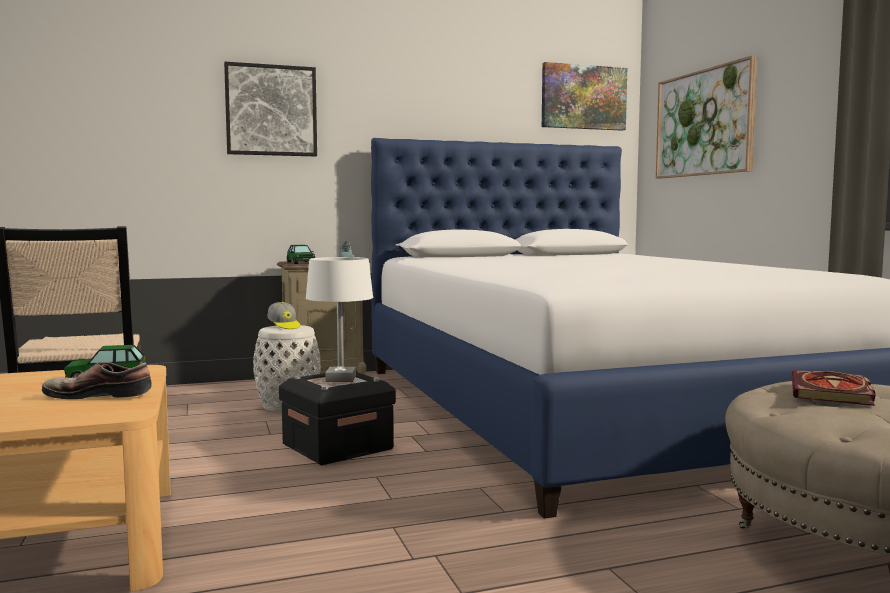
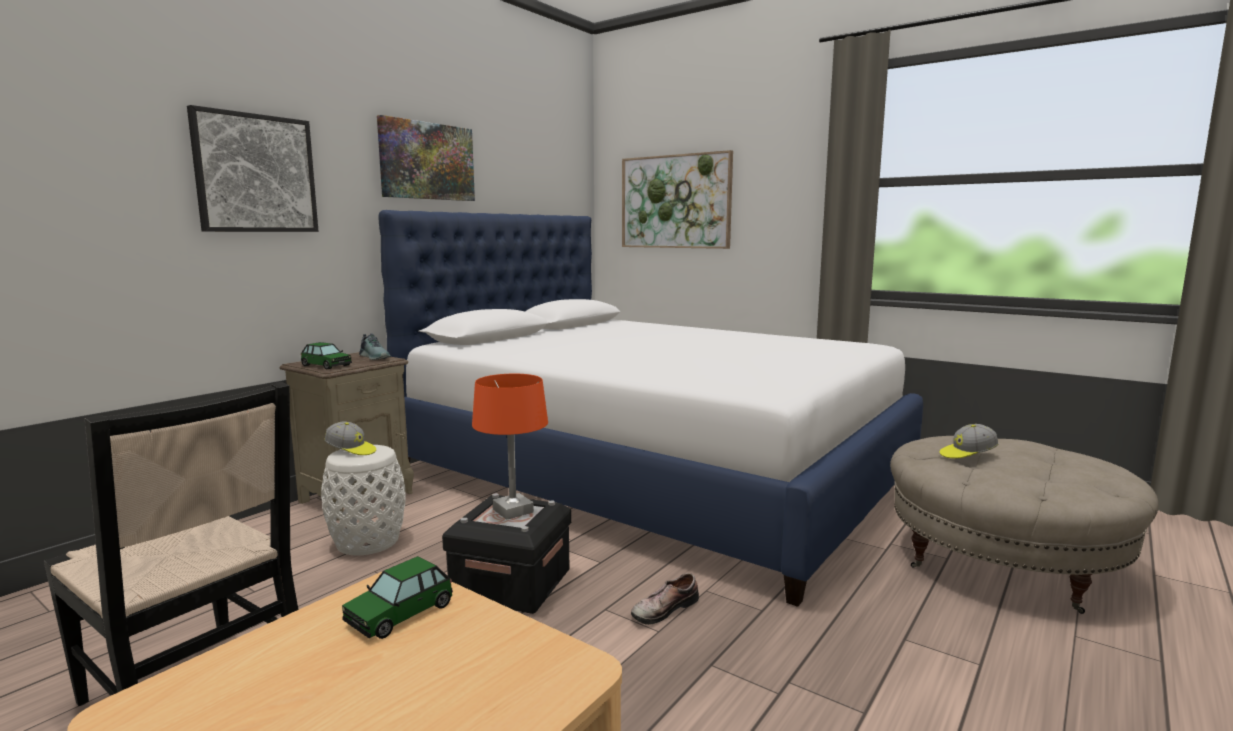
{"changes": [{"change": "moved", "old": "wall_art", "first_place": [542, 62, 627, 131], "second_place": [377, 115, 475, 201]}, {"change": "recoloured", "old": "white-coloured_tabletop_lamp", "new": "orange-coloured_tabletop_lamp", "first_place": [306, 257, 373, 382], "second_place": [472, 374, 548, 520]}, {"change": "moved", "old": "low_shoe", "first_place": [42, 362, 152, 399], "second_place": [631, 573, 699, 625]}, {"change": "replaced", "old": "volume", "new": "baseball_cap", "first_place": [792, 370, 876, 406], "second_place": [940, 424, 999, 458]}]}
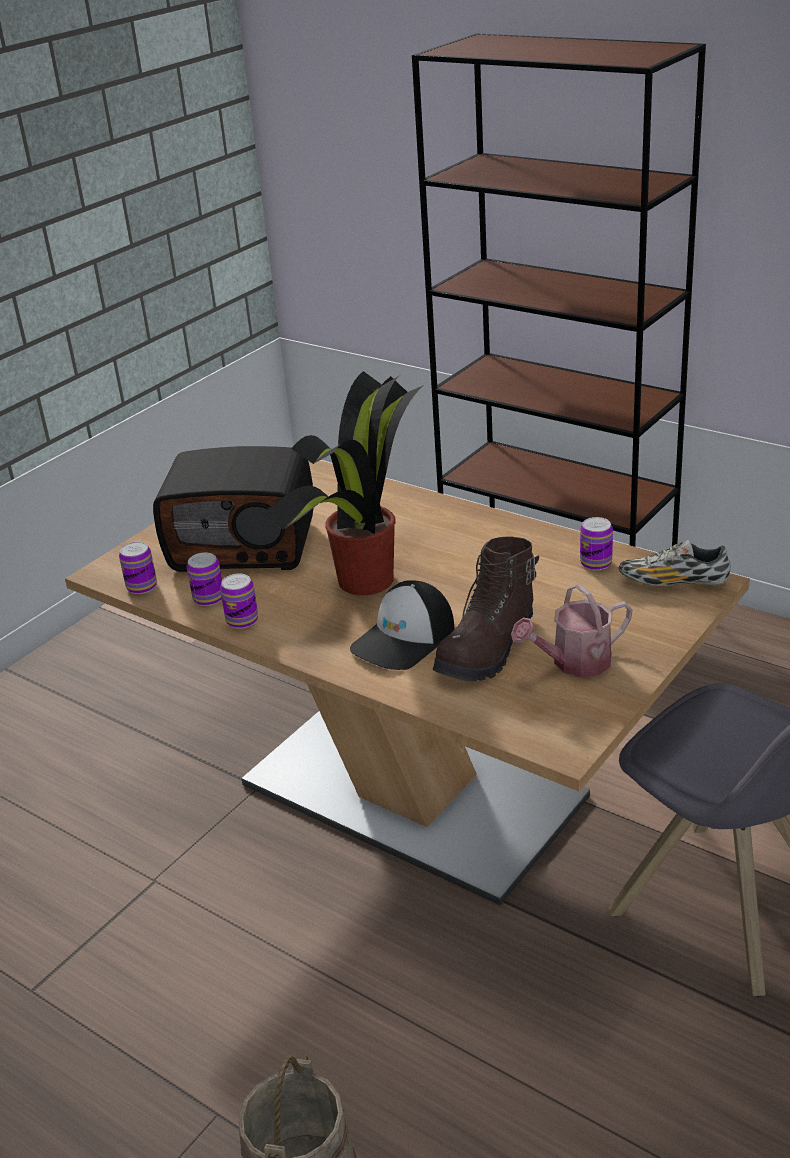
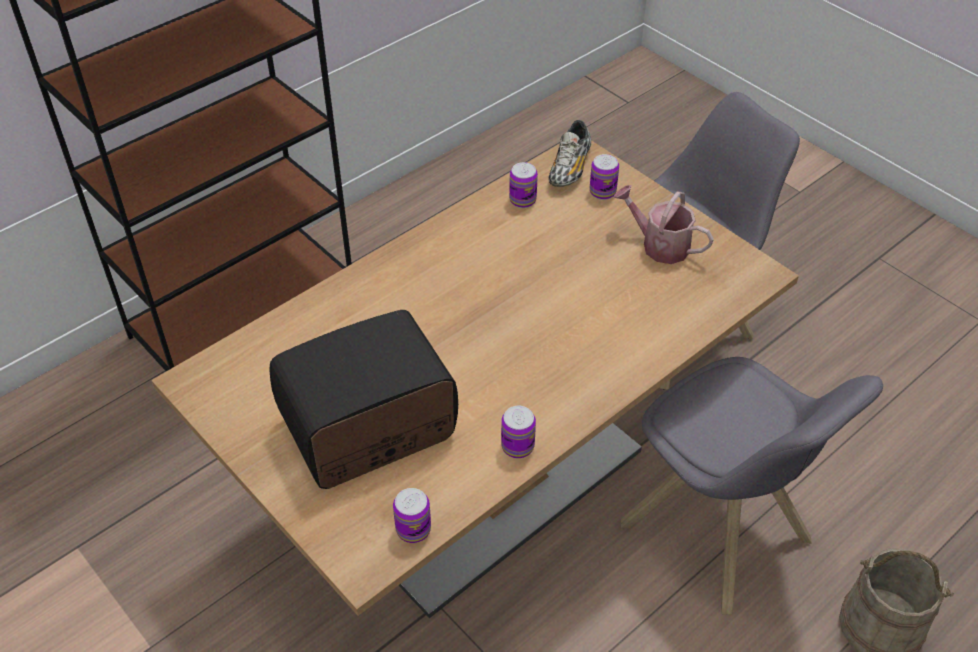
{"changes": [{"change": "removed", "old": "houseplant", "first_place": [262, 371, 424, 595]}, {"change": "turned", "old": "radio_set", "first_place": [153, 446, 313, 572], "second_place": [270, 310, 458, 489], "degrees": -135}, {"change": "removed", "old": "brown_high-top_boot", "first_place": [433, 537, 539, 682]}, {"change": "moved", "old": "can", "first_place": [187, 553, 222, 606], "second_place": [590, 154, 619, 200]}, {"change": "removed", "old": "baseball_cap", "first_place": [350, 580, 454, 670]}, {"change": "turned", "old": "sprinkling_can", "first_place": [511, 584, 633, 677], "second_place": [613, 185, 714, 264], "degrees": 135}, {"change": "added", "new": "grey_chair", "second_place": [621, 357, 883, 615]}]}
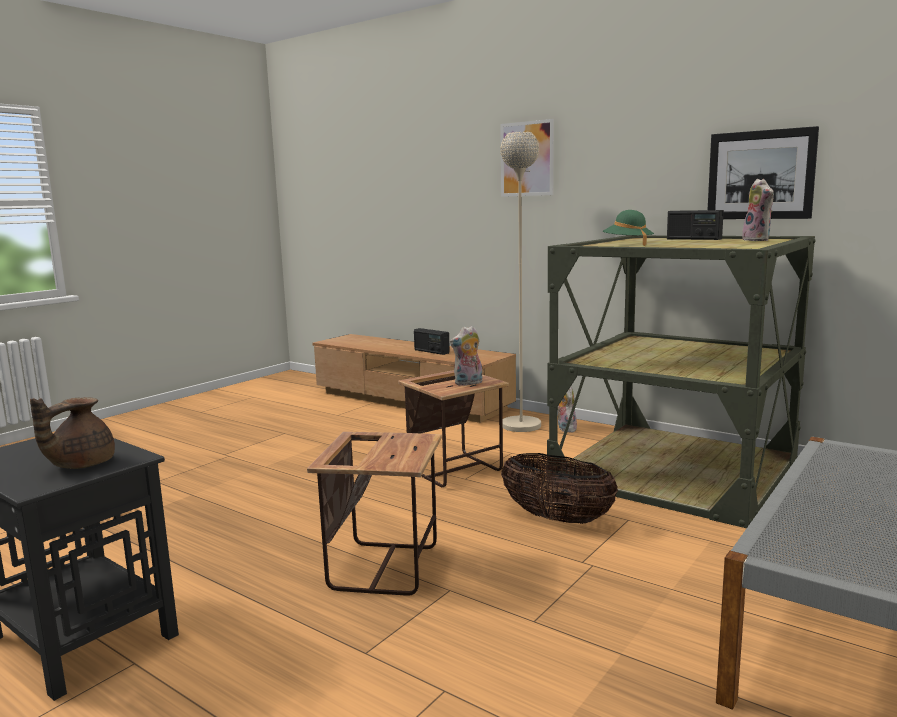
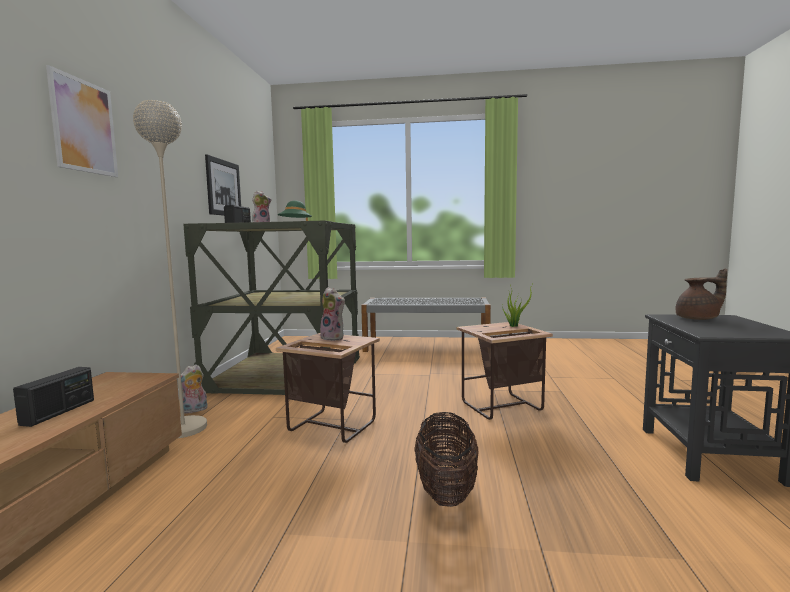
{"changes": [{"change": "moved", "old": "storage_basket", "first_place": [501, 453, 618, 524], "second_place": [414, 412, 479, 507]}, {"change": "added", "new": "houseplant", "second_place": [502, 280, 536, 327]}]}
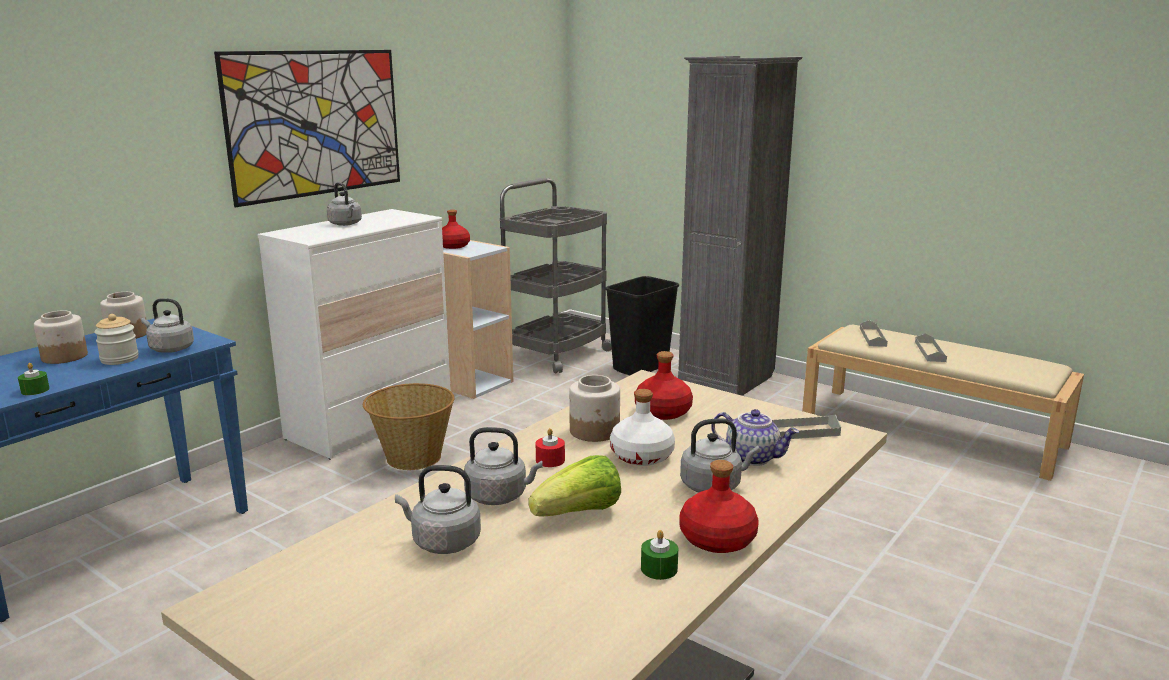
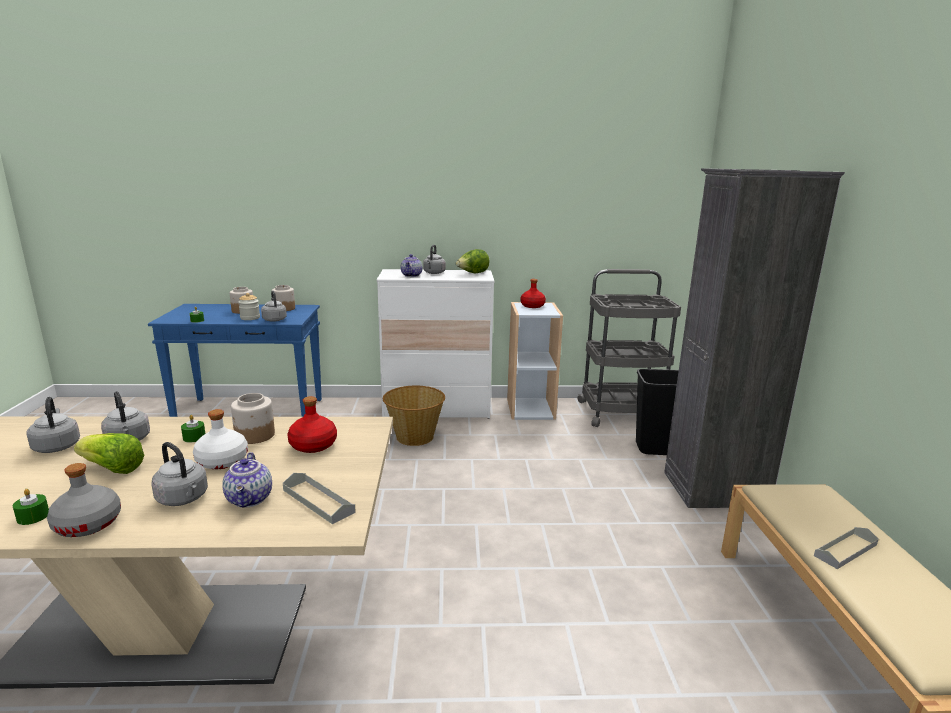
{"changes": [{"change": "removed", "old": "wall_art", "first_place": [214, 50, 400, 207]}, {"change": "removed", "old": "grey_serving_tray", "first_place": [860, 320, 888, 347]}, {"change": "recoloured", "old": "red-coloured_wax_light", "new": "green-coloured_wax_light", "first_place": [536, 428, 565, 467], "second_place": [181, 415, 205, 442]}, {"change": "recoloured", "old": "red-coloured_bottle", "new": "grey_bottle", "first_place": [680, 460, 759, 553], "second_place": [47, 463, 121, 537]}, {"change": "added", "new": "head_of_lettuce", "second_place": [456, 249, 490, 273]}, {"change": "added", "new": "pot_for_tea", "second_place": [401, 254, 422, 277]}]}
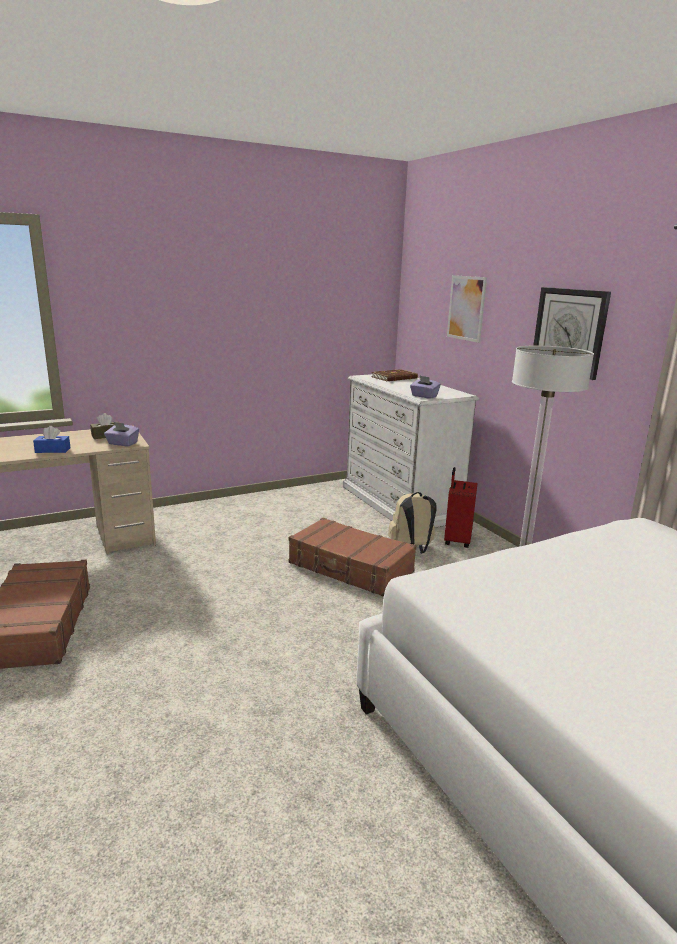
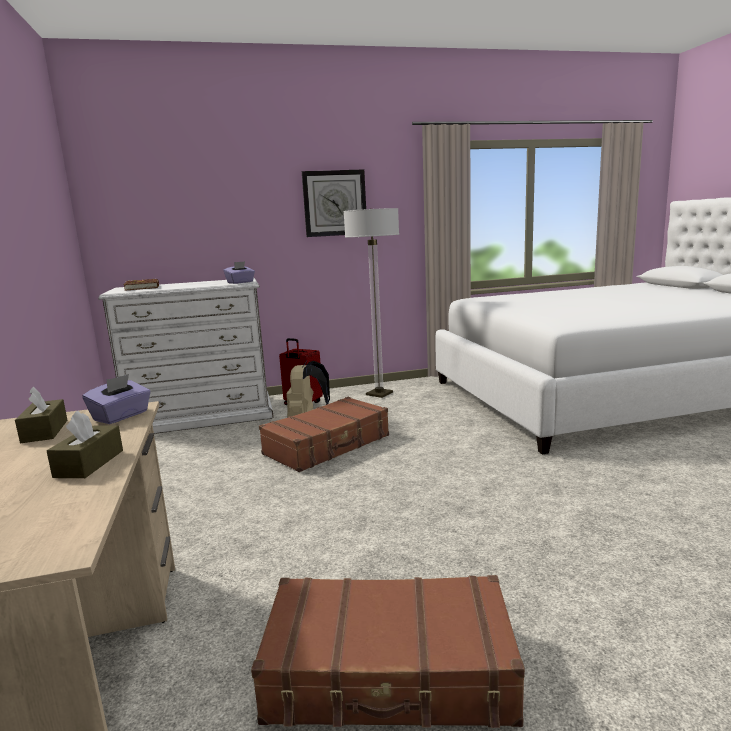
{"changes": [{"change": "removed", "old": "wall_art", "first_place": [447, 275, 487, 343]}, {"change": "recoloured", "old": "blue-coloured_box_of_tissues", "new": "brown_box_of_tissues", "first_place": [33, 426, 71, 453], "second_place": [47, 411, 123, 478]}]}
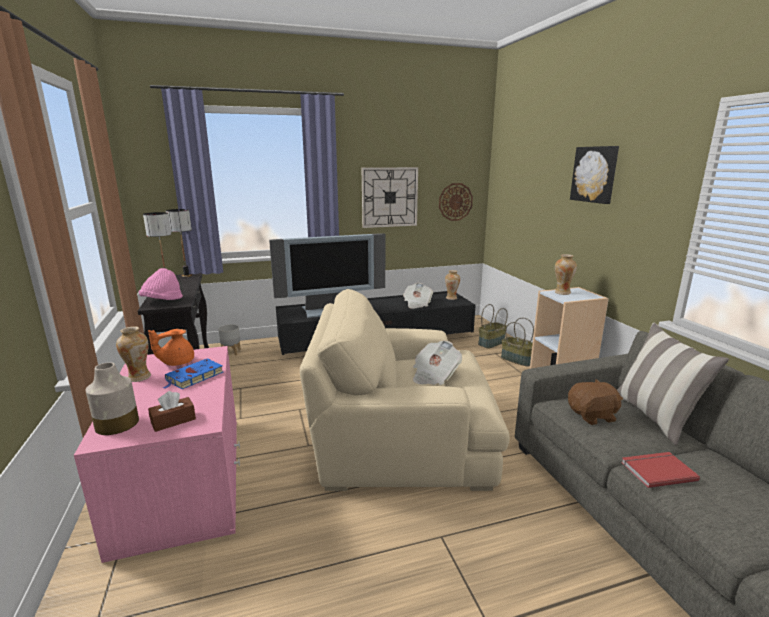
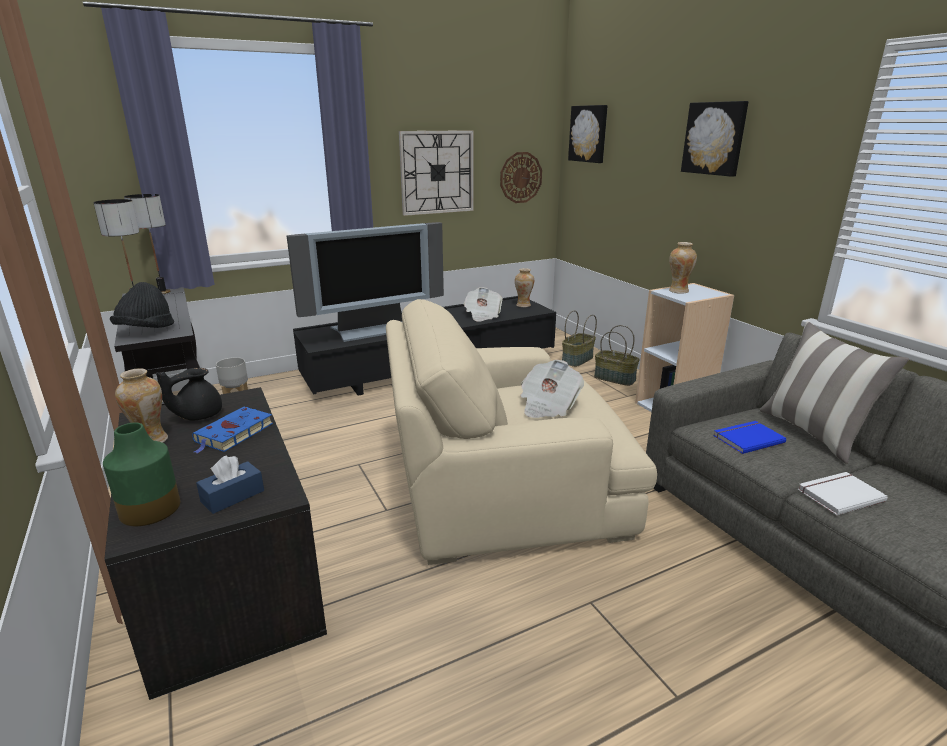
{"changes": [{"change": "recoloured", "old": "pink-coloured_hat", "new": "blackish_hat", "first_place": [139, 268, 183, 300], "second_place": [110, 282, 174, 328]}, {"change": "recoloured", "old": "orange-coloured_pot_for_tea", "new": "blackish_pot_for_tea", "first_place": [148, 329, 194, 366], "second_place": [156, 368, 222, 420]}, {"change": "recoloured", "old": "pink-coloured_cabinet", "new": "blackish_cabinet", "first_place": [74, 346, 240, 563], "second_place": [104, 387, 327, 700]}, {"change": "recoloured", "old": "beige_flower_vase", "new": "green-coloured_flower_vase", "first_place": [86, 362, 139, 435], "second_place": [103, 422, 181, 526]}, {"change": "replaced", "old": "brown_plush_toy", "new": "blue-coloured_volume", "first_place": [568, 379, 623, 425], "second_place": [713, 421, 786, 454]}, {"change": "recoloured", "old": "brown_box_of_tissues", "new": "blue-coloured_box_of_tissues", "first_place": [148, 391, 196, 432], "second_place": [196, 456, 264, 514]}, {"change": "recoloured", "old": "red-coloured_volume", "new": "white-coloured_volume", "first_place": [621, 452, 700, 488], "second_place": [798, 472, 888, 515]}, {"change": "added", "new": "wall_art", "second_place": [568, 105, 608, 163]}]}
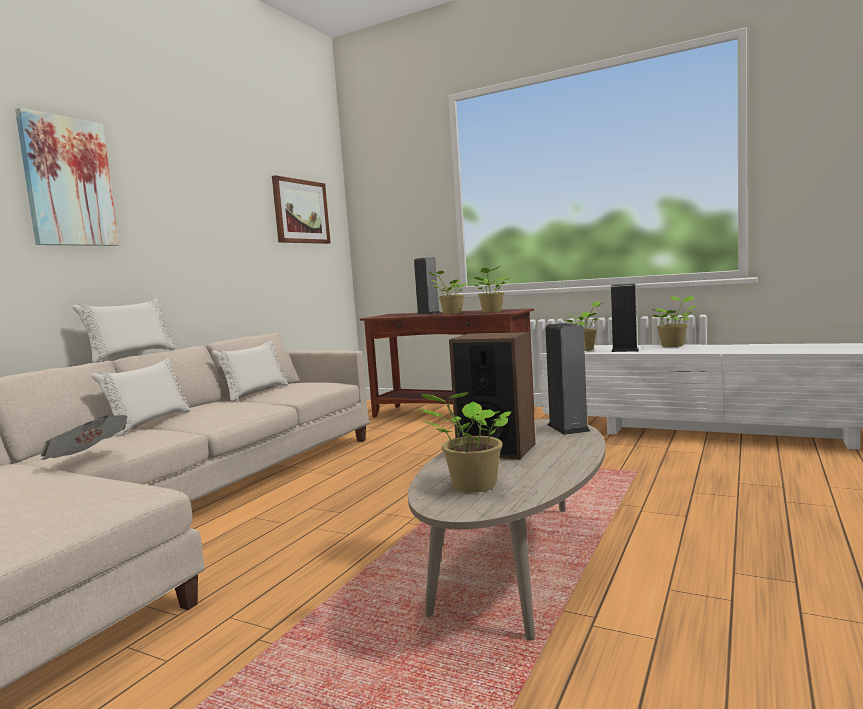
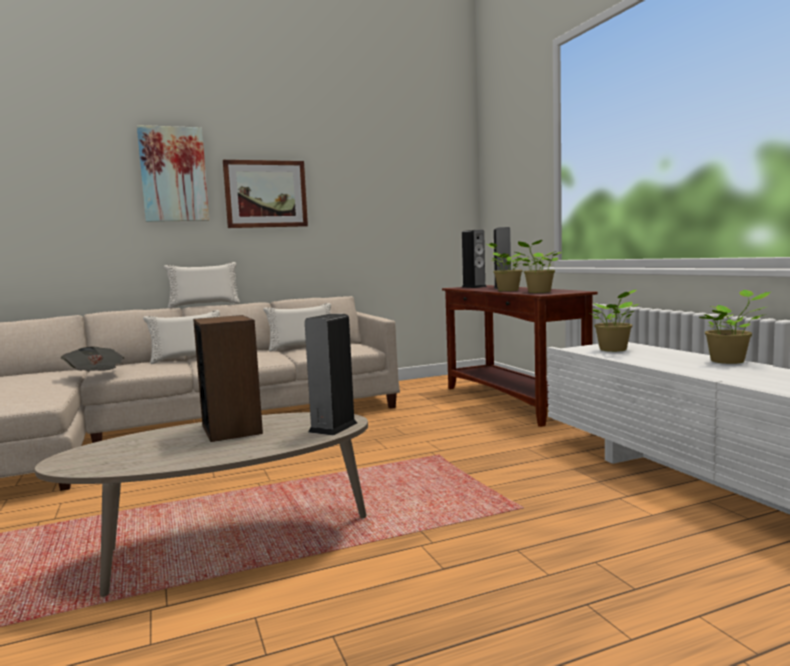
{"changes": [{"change": "moved", "old": "wall_art", "first_place": [272, 175, 331, 244], "second_place": [223, 160, 308, 228]}, {"change": "moved", "old": "loudspeaker", "first_place": [611, 283, 639, 352], "second_place": [462, 230, 487, 288]}, {"change": "removed", "old": "houseplant", "first_place": [419, 392, 512, 493]}]}
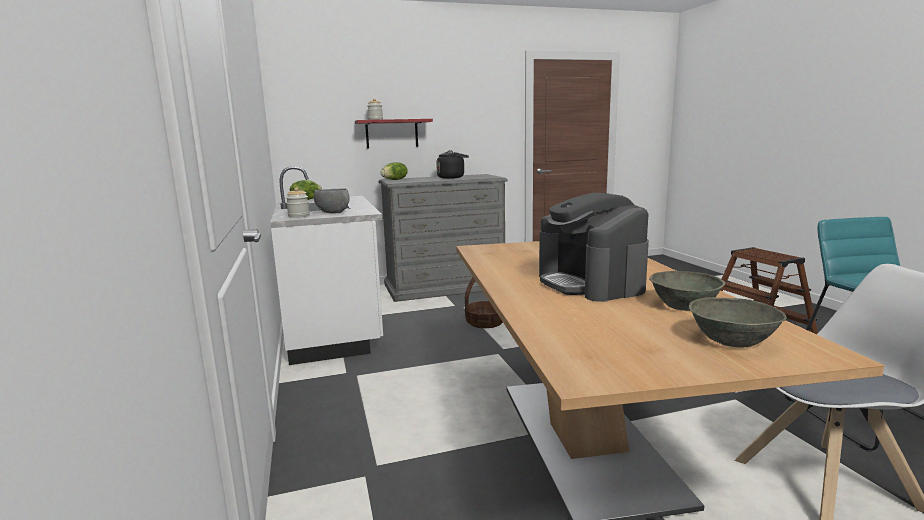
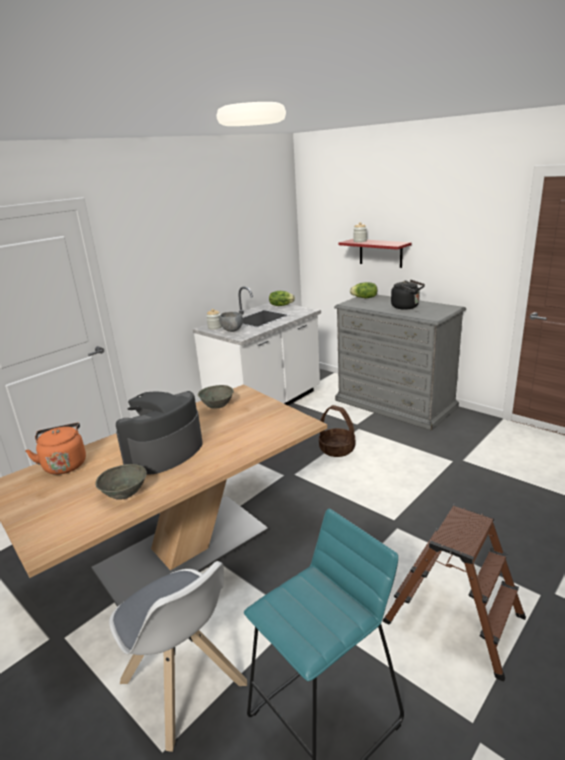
{"changes": [{"change": "moved", "old": "grey_serving_bowl", "first_place": [689, 298, 787, 348], "second_place": [198, 385, 234, 409]}, {"change": "added", "new": "orange-coloured_kettle", "second_place": [25, 423, 86, 475]}]}
